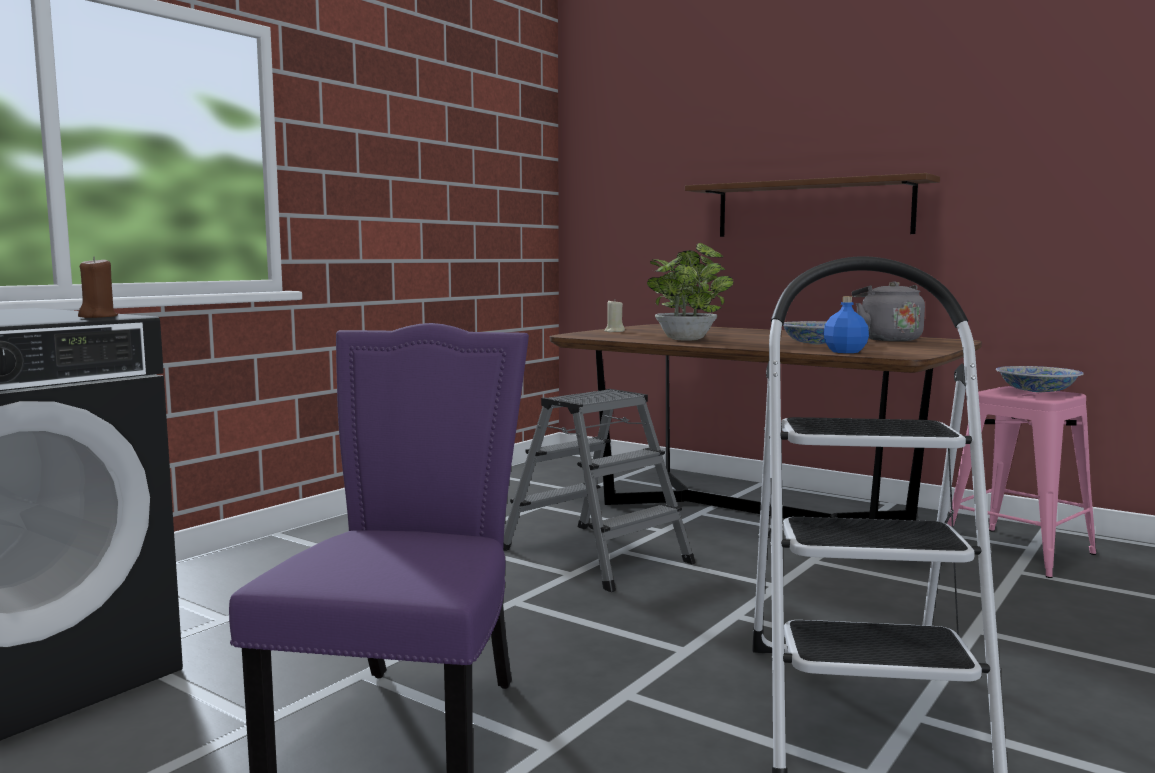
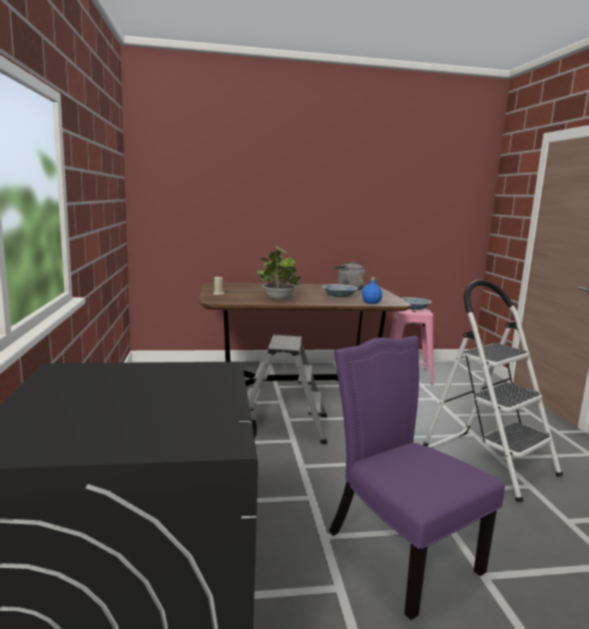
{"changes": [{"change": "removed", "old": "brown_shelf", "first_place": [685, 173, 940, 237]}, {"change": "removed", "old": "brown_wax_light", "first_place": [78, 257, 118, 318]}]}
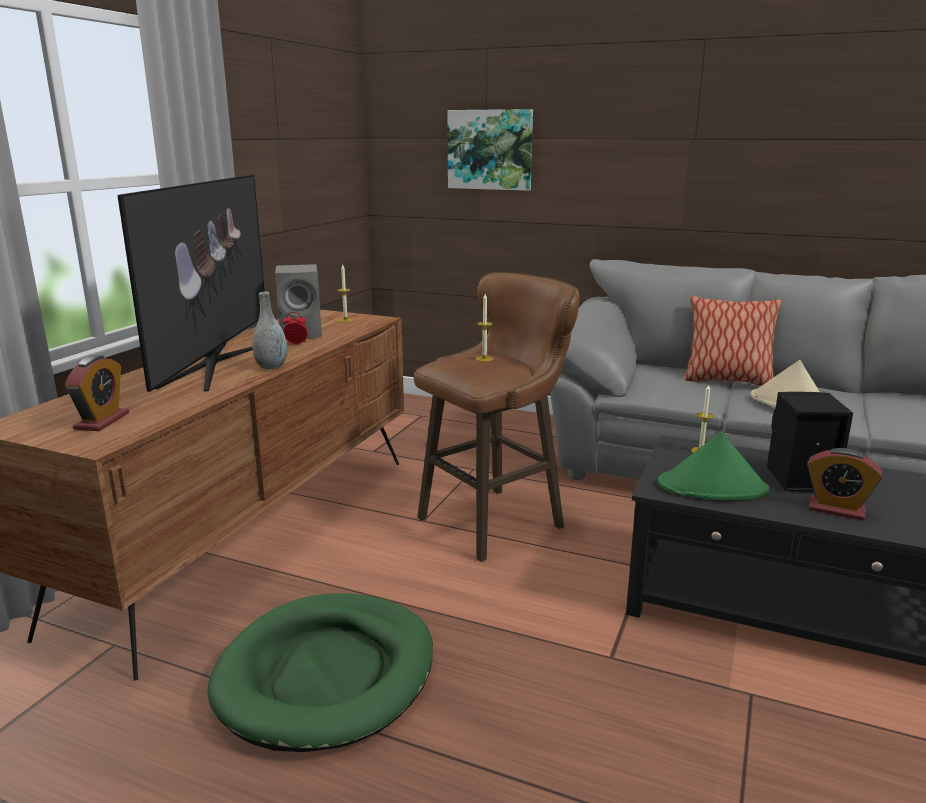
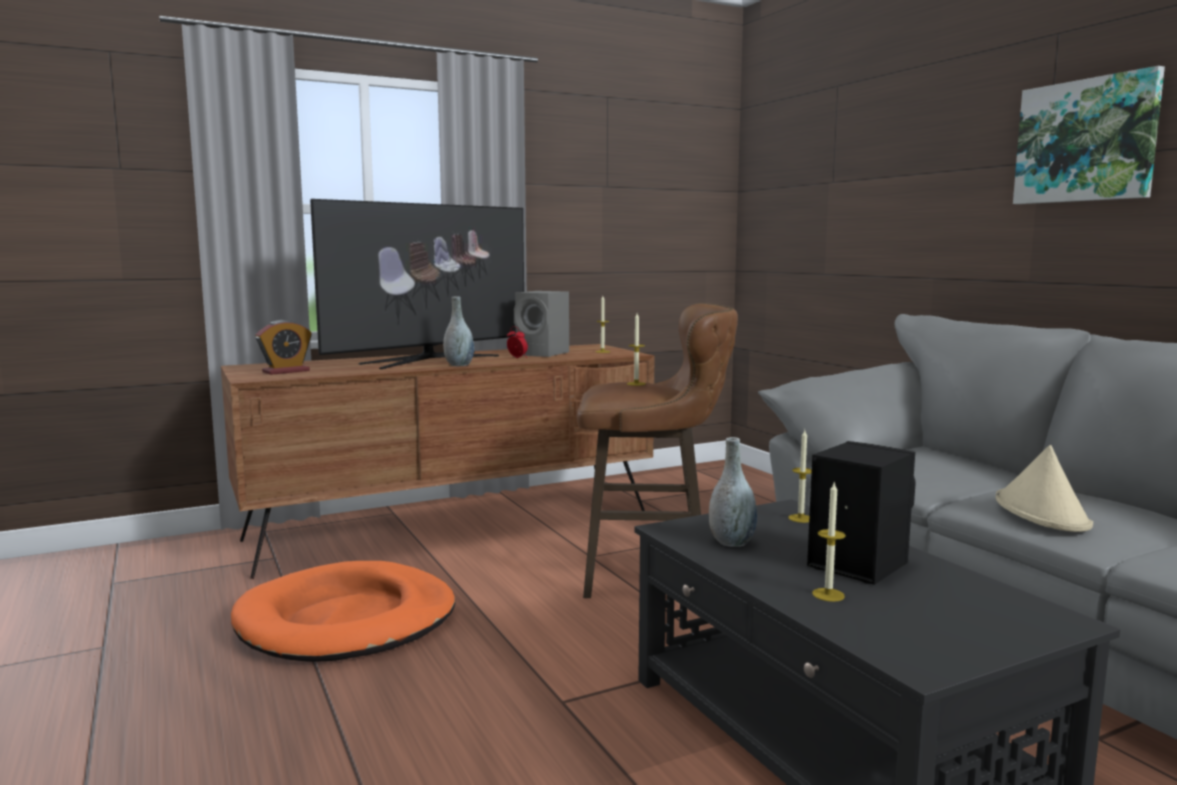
{"changes": [{"change": "moved", "old": "wall_art", "first_place": [447, 109, 533, 191], "second_place": [1013, 66, 1165, 204]}, {"change": "removed", "old": "throw_pillow", "first_place": [684, 296, 782, 386]}, {"change": "replaced", "old": "green-coloured_hat", "new": "grey_flower_vase", "first_place": [658, 431, 769, 500], "second_place": [709, 437, 757, 547]}, {"change": "replaced", "old": "table_clock", "new": "wax_light", "first_place": [807, 448, 882, 520], "second_place": [812, 481, 846, 602]}, {"change": "recoloured", "old": "green-coloured_pet_bed", "new": "orange-coloured_pet_bed", "first_place": [207, 593, 433, 752], "second_place": [231, 561, 455, 662]}]}
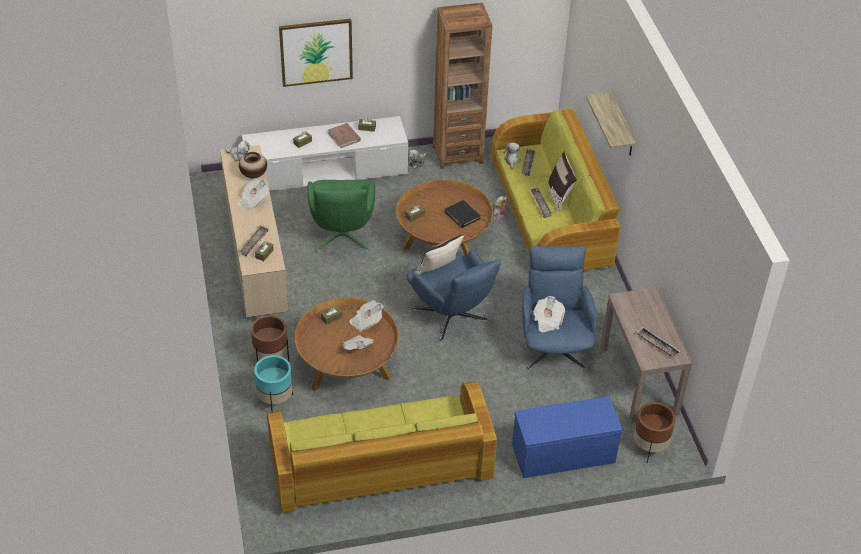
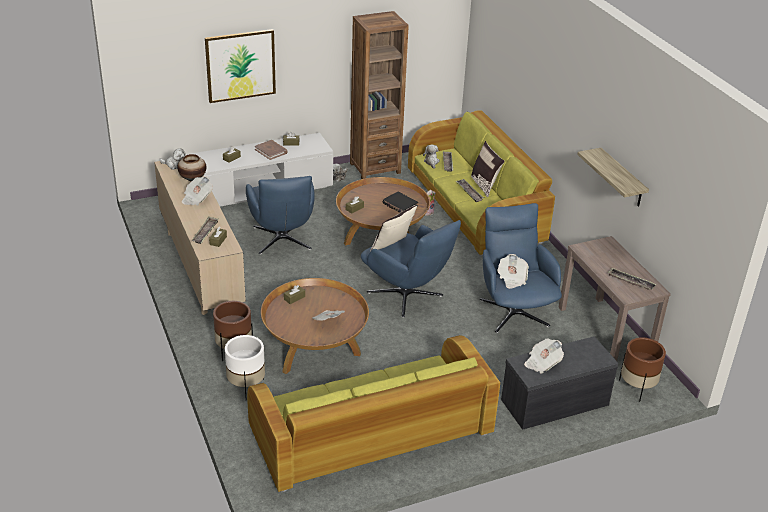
{"changes": [{"change": "moved", "old": "shelf", "first_place": [586, 92, 636, 156], "second_place": [577, 148, 649, 206]}, {"change": "recoloured", "old": "green-coloured_armchair", "new": "blue-coloured_armchair", "first_place": [307, 180, 375, 252], "second_place": [246, 176, 315, 255]}, {"change": "moved", "old": "daily_paper", "first_place": [350, 300, 383, 332], "second_place": [524, 338, 564, 373]}, {"change": "recoloured", "old": "turquoise-coloured_flower_pot", "new": "white-coloured_flower_pot", "first_place": [254, 355, 293, 412], "second_place": [225, 335, 265, 400]}, {"change": "recoloured", "old": "blue-coloured_long_seat", "new": "grey_long_seat", "first_place": [512, 396, 622, 478], "second_place": [501, 337, 618, 430]}]}
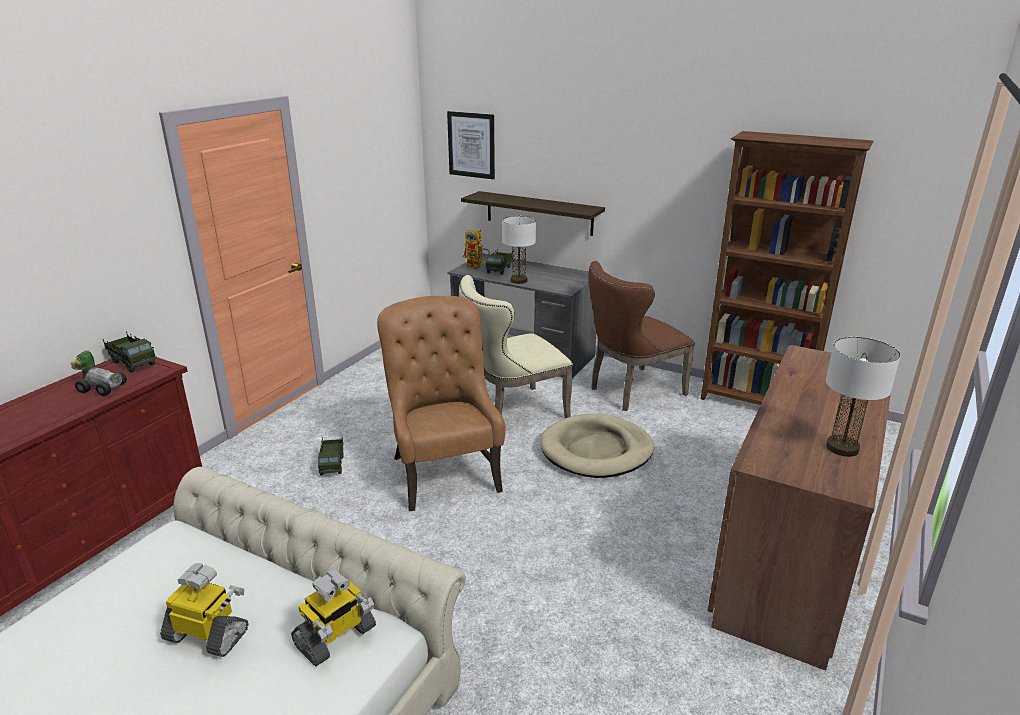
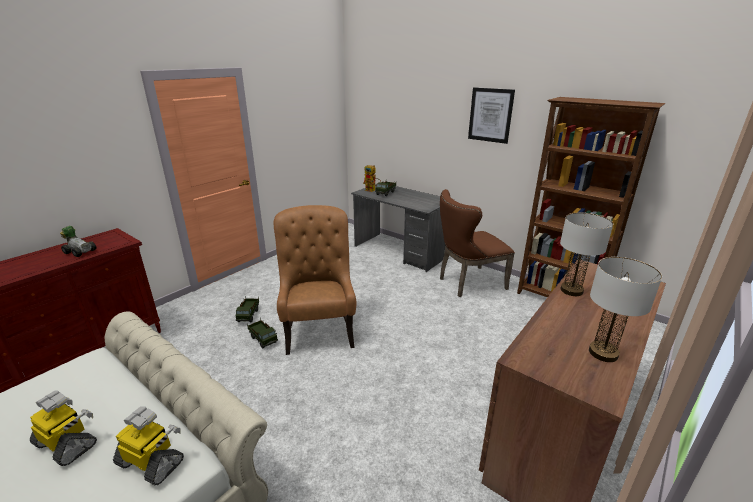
{"changes": [{"change": "moved", "old": "wall_art", "first_place": [447, 111, 495, 179], "second_place": [468, 87, 515, 144]}, {"change": "removed", "old": "shelf", "first_place": [461, 191, 605, 236]}, {"change": "moved", "old": "tabletop_lamp", "first_place": [503, 216, 536, 284], "second_place": [560, 213, 613, 296]}, {"change": "removed", "old": "beige_chair", "first_place": [459, 275, 573, 418]}, {"change": "moved", "old": "toy_lorry", "first_place": [103, 331, 157, 372], "second_place": [247, 318, 278, 349]}, {"change": "removed", "old": "beige_pet_bed", "first_place": [540, 413, 654, 478]}, {"change": "turned", "old": "model_robot", "first_place": [291, 569, 376, 666], "second_place": [113, 406, 184, 485], "degrees": -120}]}
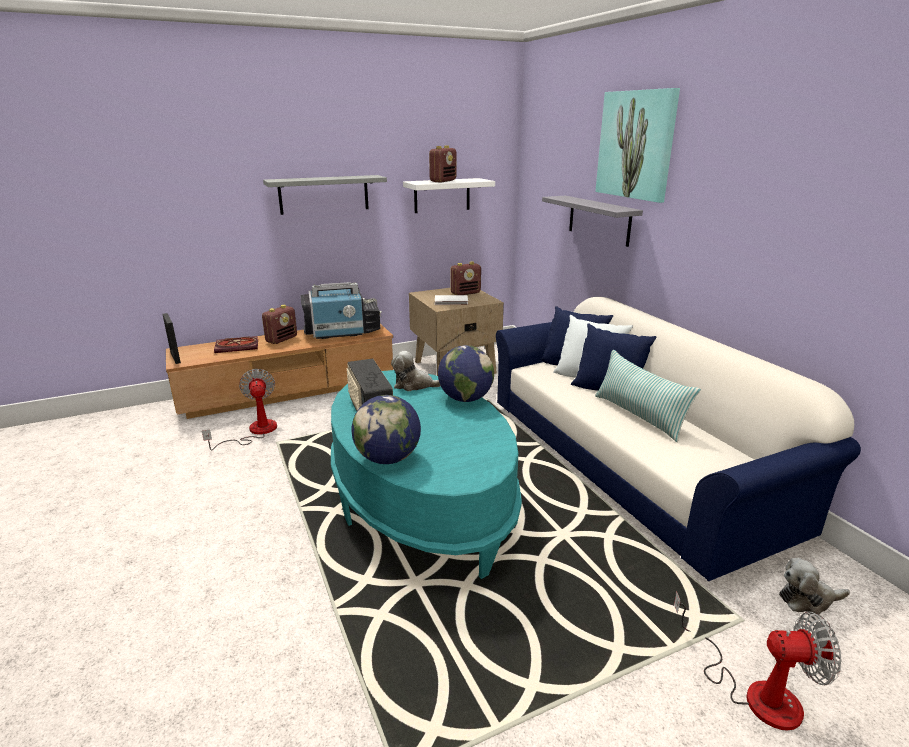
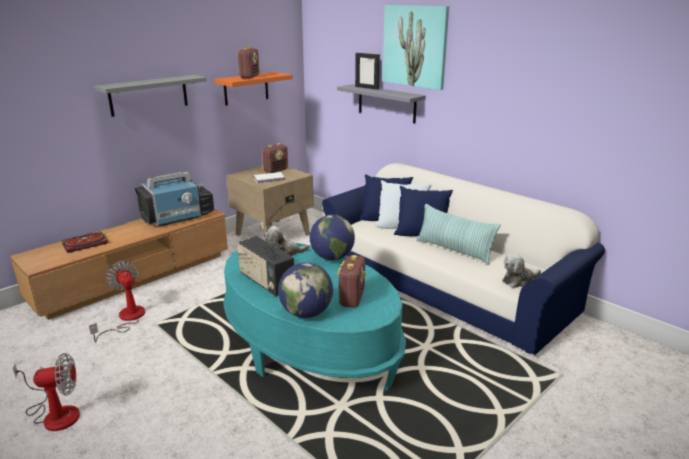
{"changes": [{"change": "recoloured", "old": "white-coloured_shelf", "new": "orange-coloured_shelf", "first_place": [403, 178, 495, 213], "second_place": [214, 72, 293, 106]}, {"change": "moved", "old": "radio_set", "first_place": [262, 305, 297, 344], "second_place": [337, 255, 366, 308]}, {"change": "moved", "old": "standing_frame", "first_place": [162, 313, 181, 364], "second_place": [355, 53, 380, 90]}, {"change": "moved", "old": "plush_toy", "first_place": [779, 558, 850, 616], "second_place": [502, 254, 541, 288]}, {"change": "moved", "old": "electric_fan", "first_place": [674, 591, 841, 731], "second_place": [13, 353, 80, 431]}]}
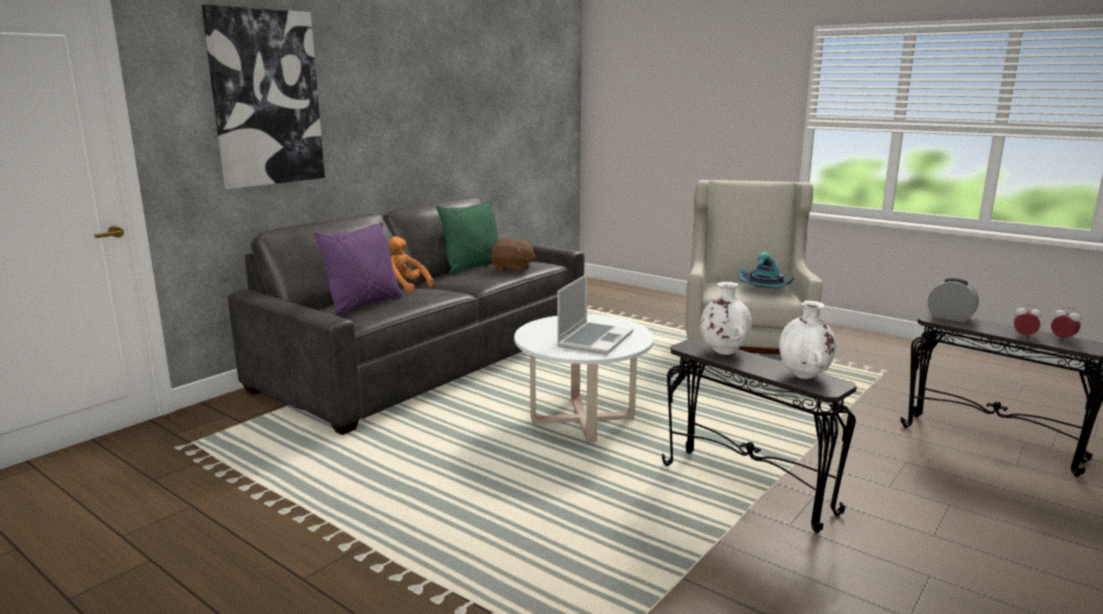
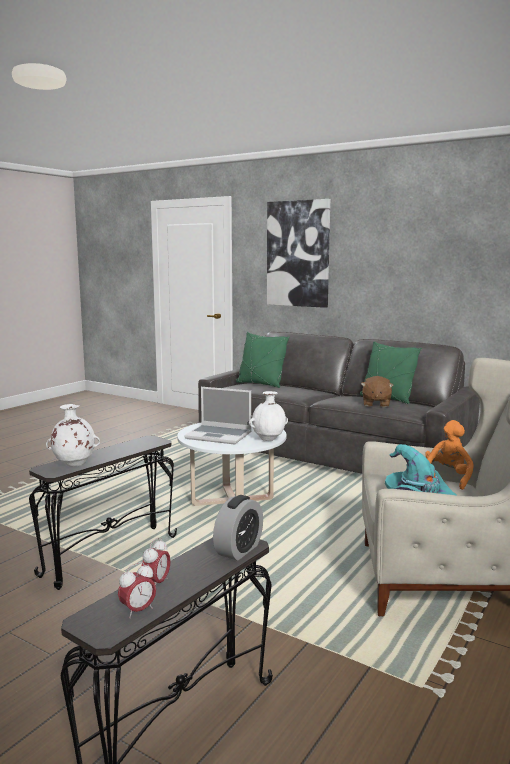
{"changes": [{"change": "recoloured", "old": "purple-coloured_throw_pillow", "new": "green-coloured_throw_pillow", "first_place": [314, 222, 403, 316], "second_place": [236, 332, 290, 388]}, {"change": "moved", "old": "orange-coloured_plush_toy", "first_place": [389, 236, 434, 293], "second_place": [425, 420, 474, 490]}, {"change": "moved", "old": "white-coloured_flower_vase", "first_place": [701, 282, 752, 355], "second_place": [249, 391, 288, 441]}]}
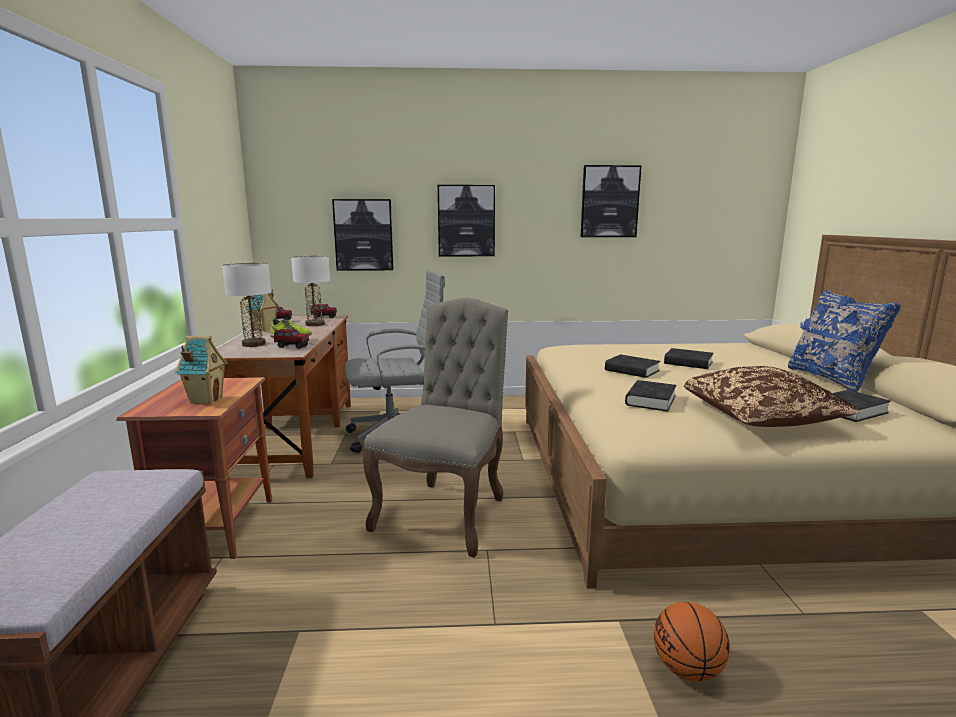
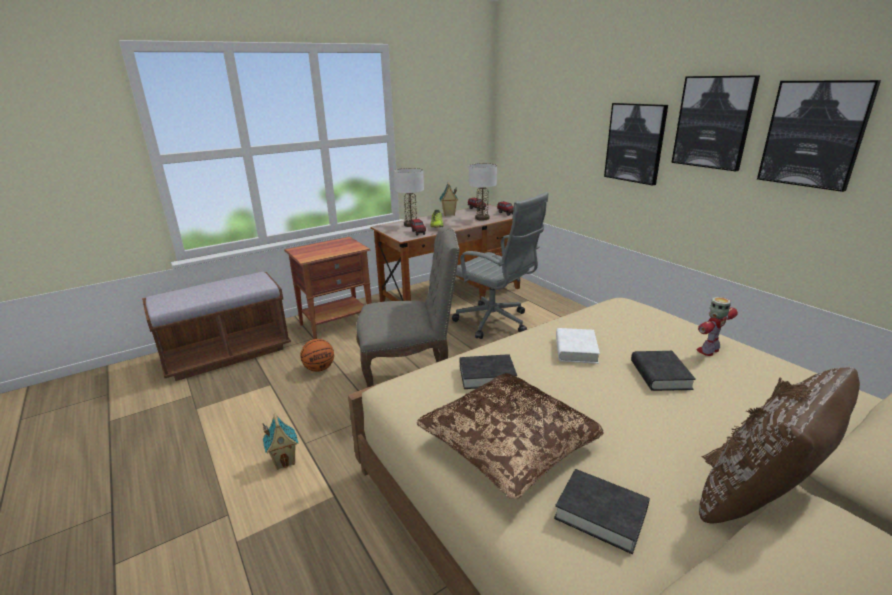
{"changes": [{"change": "moved", "old": "wall_art", "first_place": [332, 199, 394, 271], "second_place": [671, 75, 760, 171]}, {"change": "recoloured", "old": "blue-coloured_throw_pillow", "new": "brown_throw_pillow", "first_place": [788, 290, 901, 392], "second_place": [699, 367, 860, 523]}, {"change": "moved", "old": "miniature_house", "first_place": [175, 336, 228, 404], "second_place": [263, 413, 298, 470]}, {"change": "recoloured", "old": "blackish_volume", "new": "white-coloured_volume", "first_place": [605, 354, 660, 378], "second_place": [556, 328, 600, 364]}, {"change": "moved", "old": "ball_for_basketball", "first_place": [654, 602, 730, 681], "second_place": [300, 339, 334, 372]}, {"change": "added", "new": "model_robot", "second_place": [696, 297, 738, 356]}]}
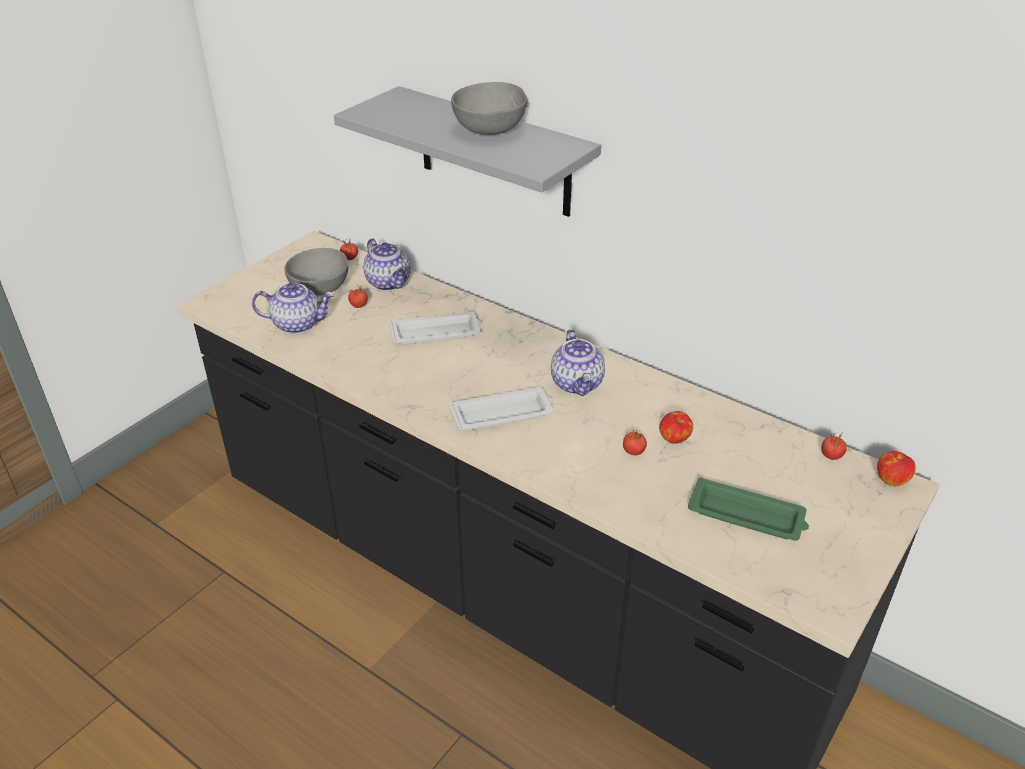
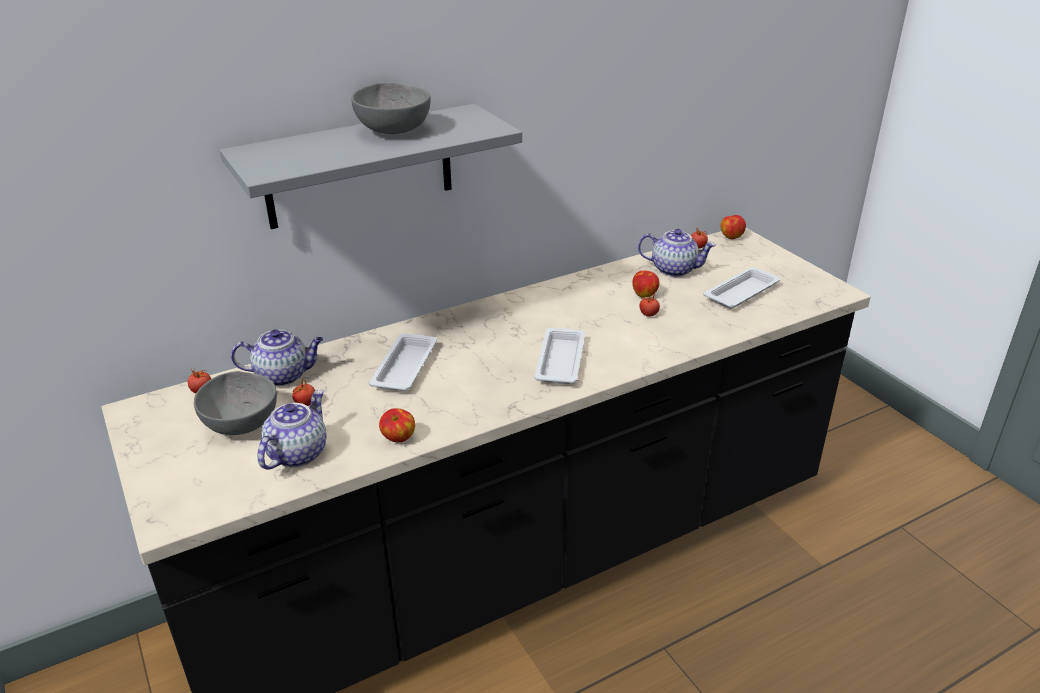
{"changes": [{"change": "moved", "old": "pot_for_tea", "first_place": [551, 329, 605, 396], "second_place": [638, 229, 716, 277]}, {"change": "recoloured", "old": "green-coloured_serving_tray", "new": "white-coloured_serving_tray", "first_place": [688, 477, 809, 541], "second_place": [703, 267, 780, 309]}, {"change": "added", "new": "apple", "second_place": [379, 408, 415, 443]}]}
